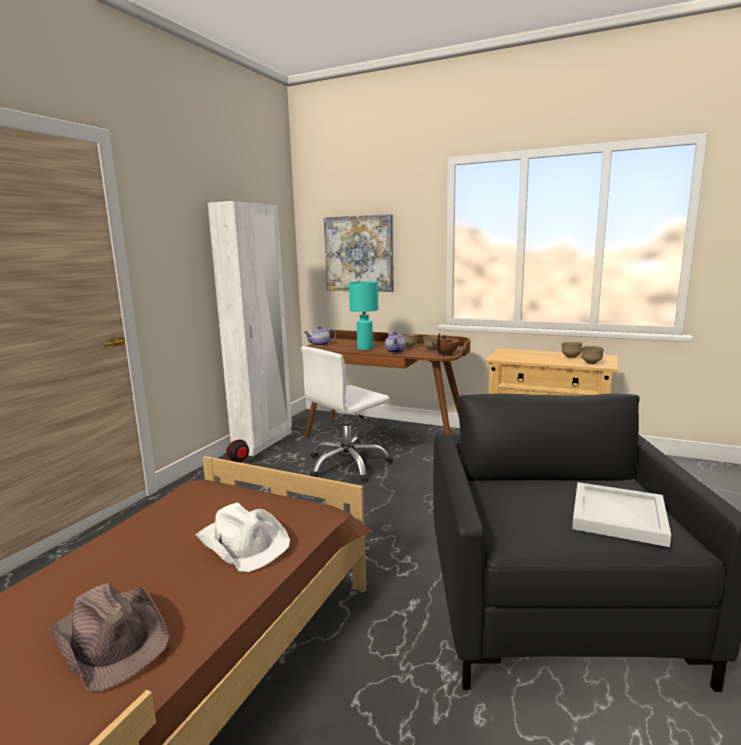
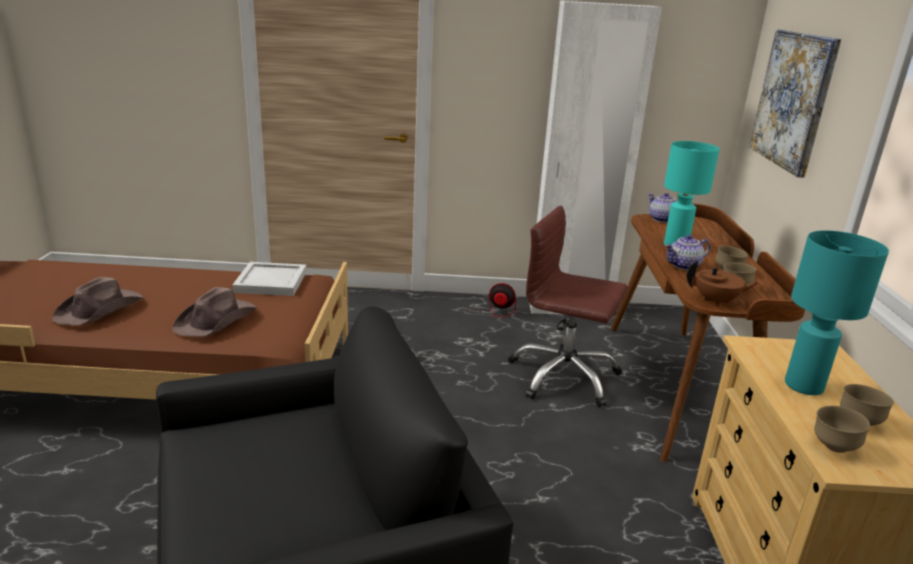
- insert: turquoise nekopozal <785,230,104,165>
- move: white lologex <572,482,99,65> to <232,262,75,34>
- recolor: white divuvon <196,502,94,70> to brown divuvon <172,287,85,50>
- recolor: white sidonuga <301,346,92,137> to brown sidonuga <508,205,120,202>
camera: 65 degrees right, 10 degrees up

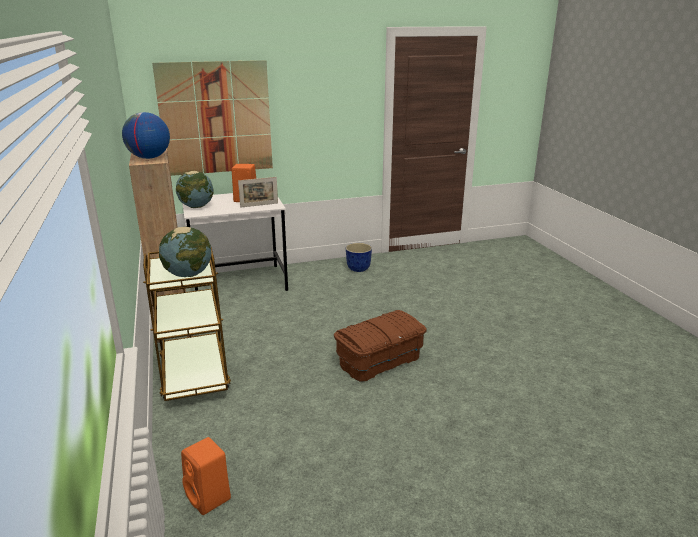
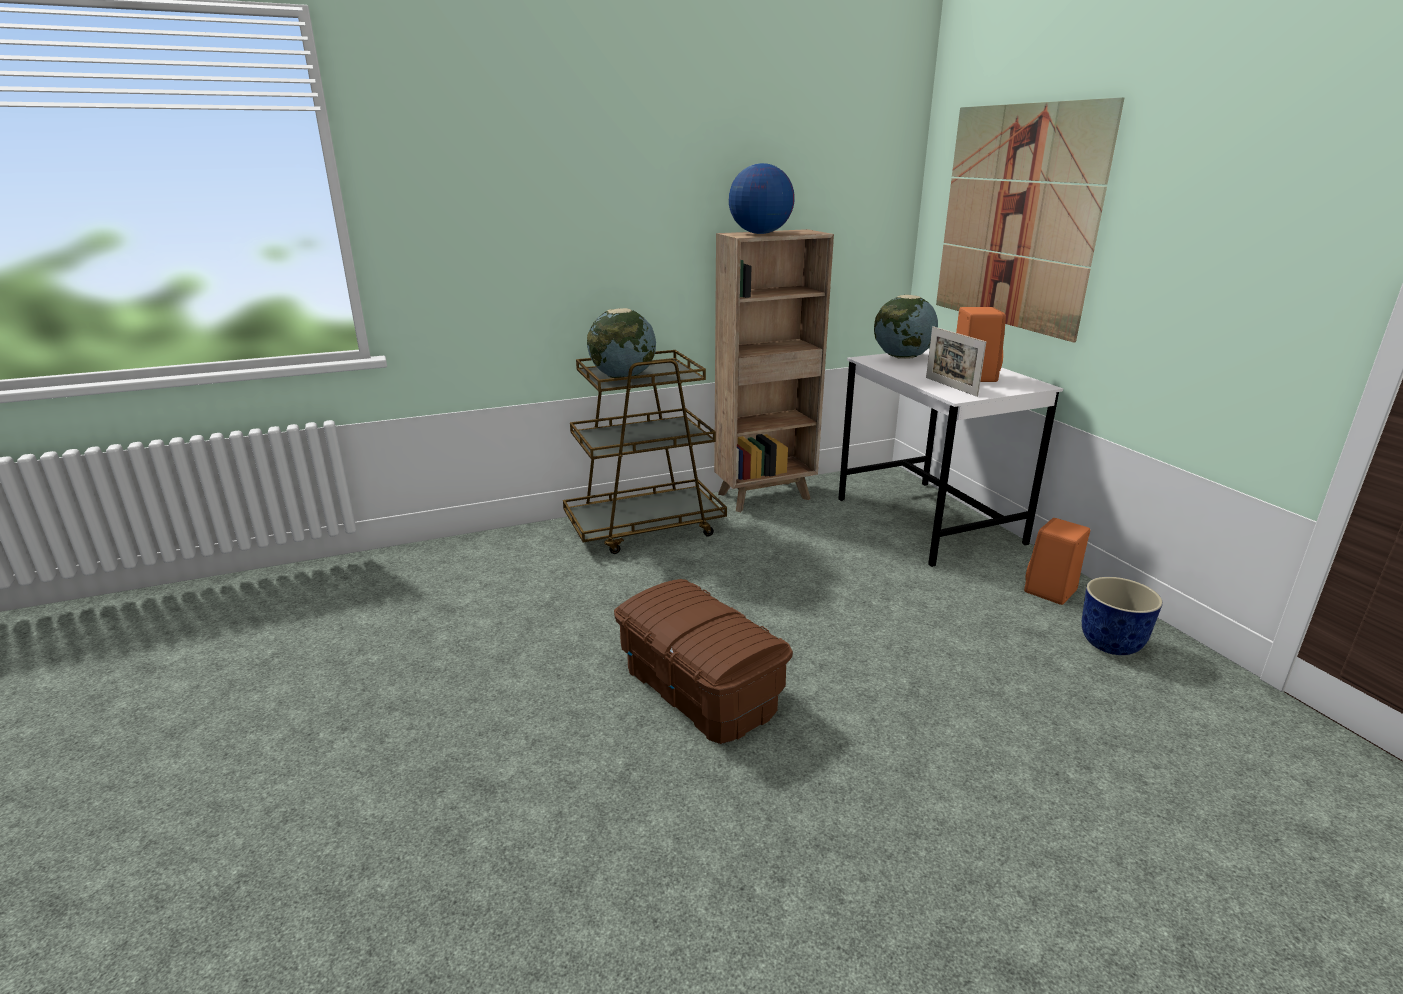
- move: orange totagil <181,437,50,78> to <1024,518,66,87>
camera: 85 degrees right, 0 degrees up

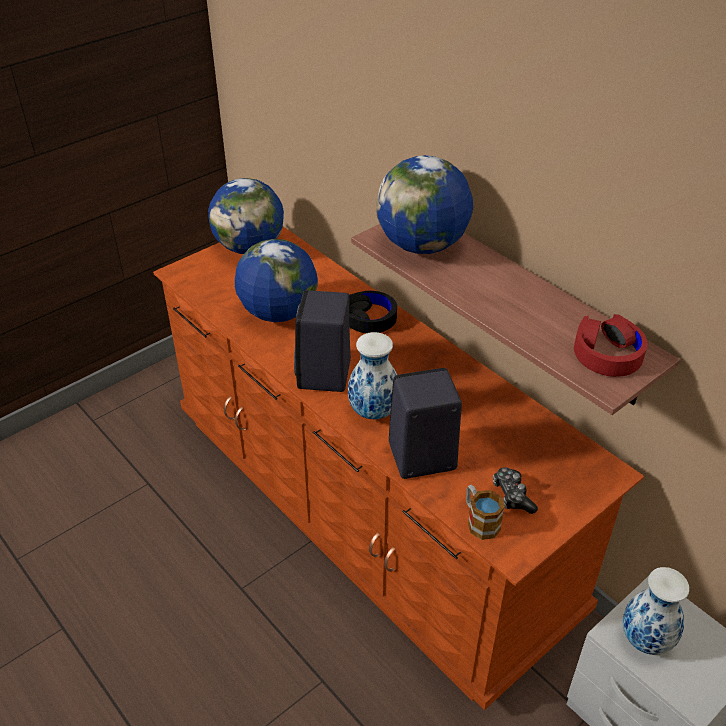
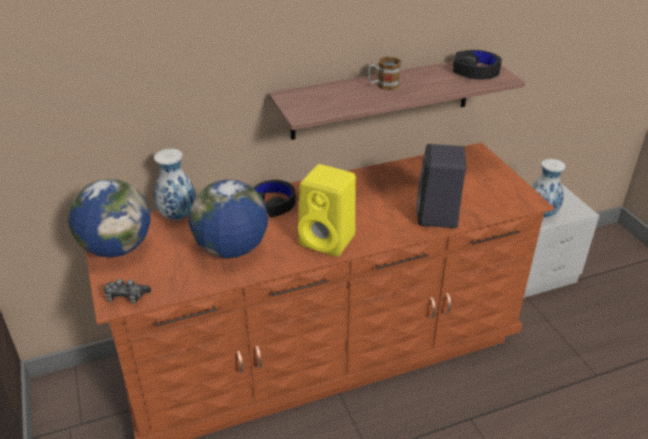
- delete: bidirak <376,155,97,99>
- move: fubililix <348,332,49,87> to <154,148,42,72>
- move: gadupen <466,485,39,55> to <368,57,33,33>
- move: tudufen <493,467,45,47> to <104,279,47,25>
- recolor: black totagil <294,290,57,102> to yellow totagil <298,164,58,93>
- recolor: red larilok <574,314,73,63> to black larilok <453,50,49,29>
camera: 70 degrees left, 5 degrees down

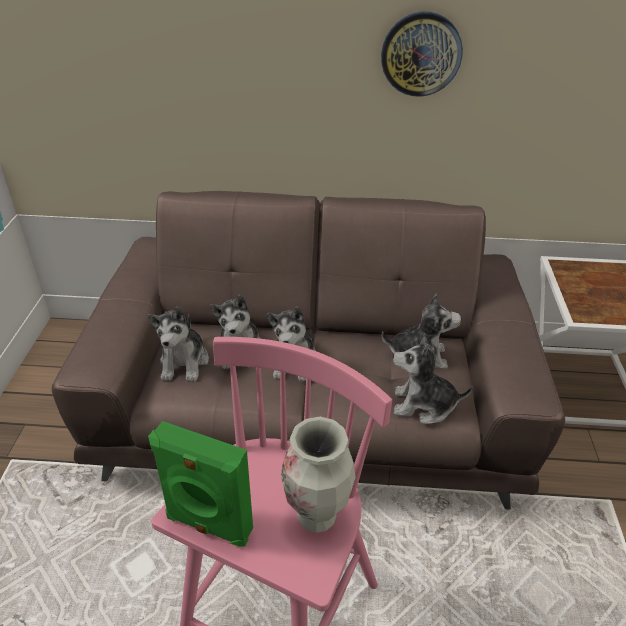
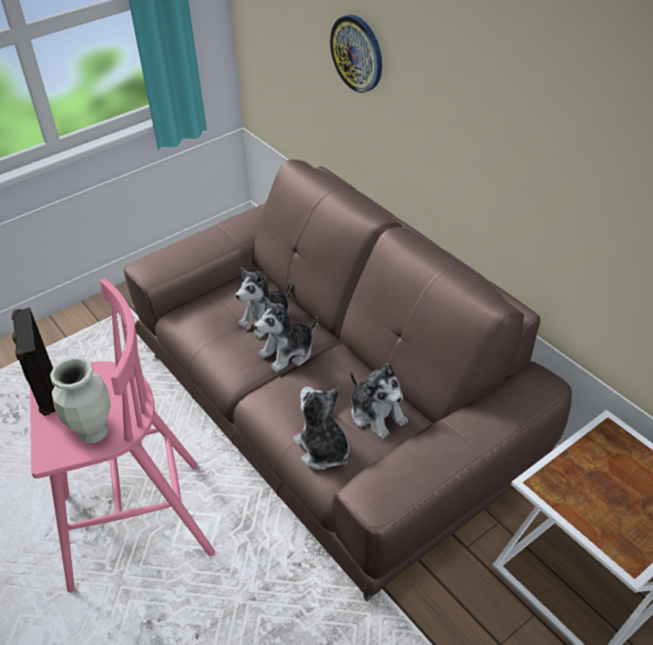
- delete: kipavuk <148,307,61,75>
- move: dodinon <381,12,82,85> to <330,15,52,78>
- recolor: green totagil <148,421,105,126> to black totagil <12,308,44,108>
camera: 50 degrees right, 5 degrees up

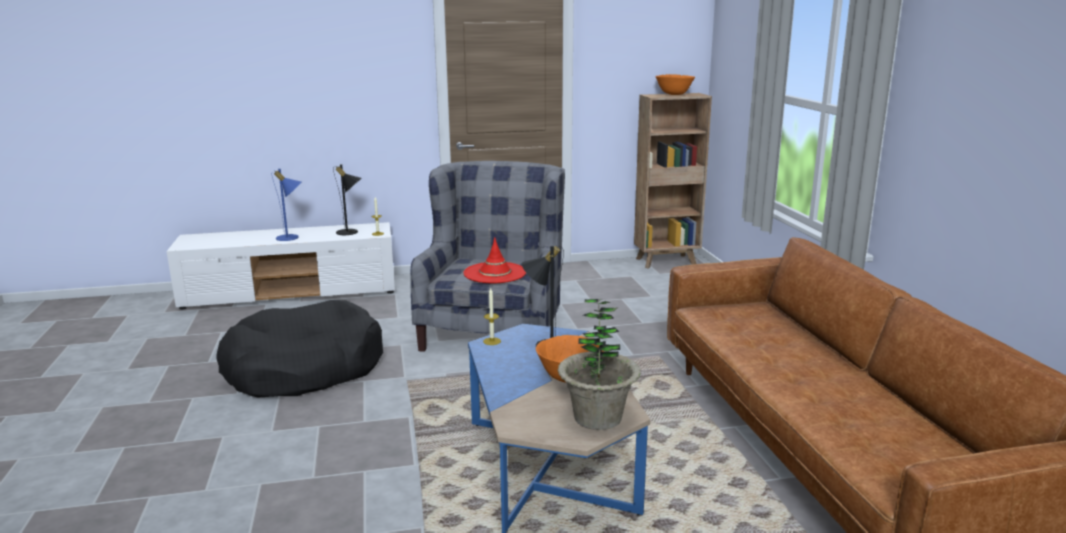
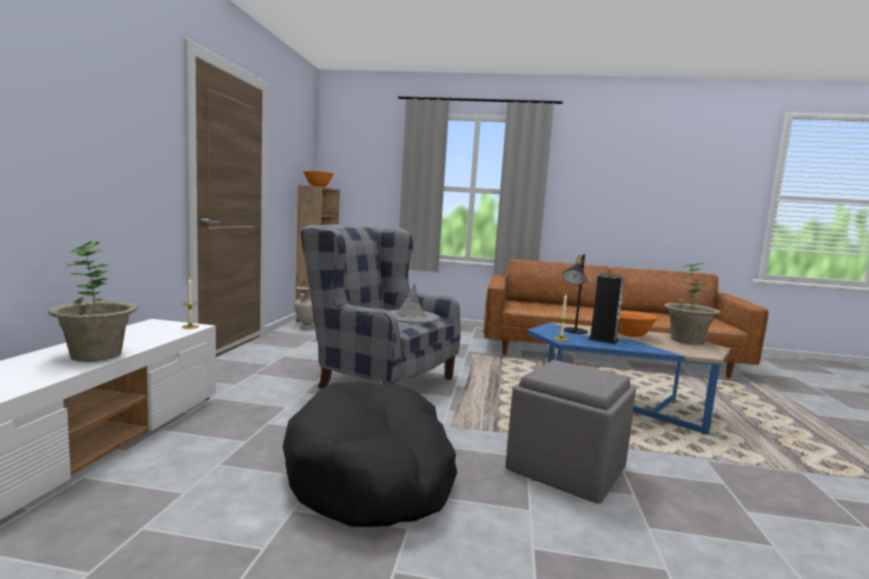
- delete: black nekopozal <333,164,28,71>
- insert: beige fubililix <294,285,20,44>
- insert: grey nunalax <505,360,131,144>
- insert: totagil <589,274,36,70>
- replace: blue nekopozal <272,168,29,73> to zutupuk <48,242,89,120>
- recolor: red divuvon <463,237,63,46> to grey divuvon <390,283,49,40>
camera: 70 degrees left, 10 degrees down

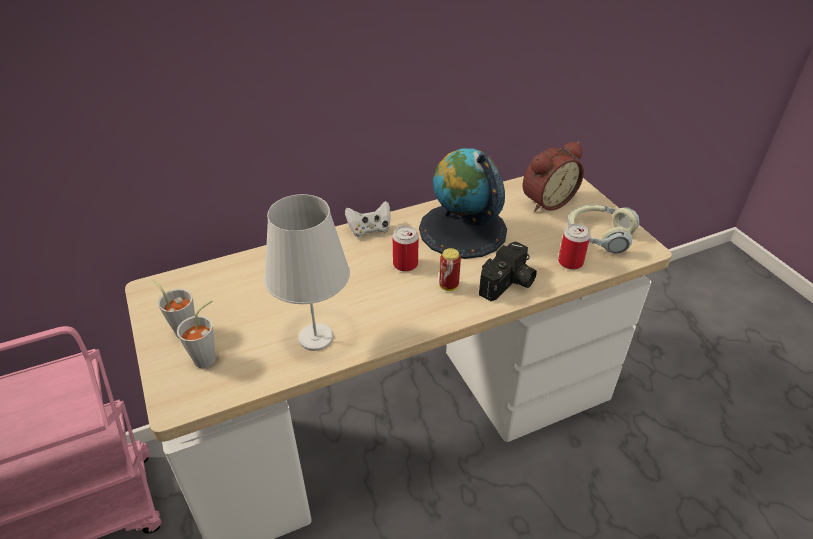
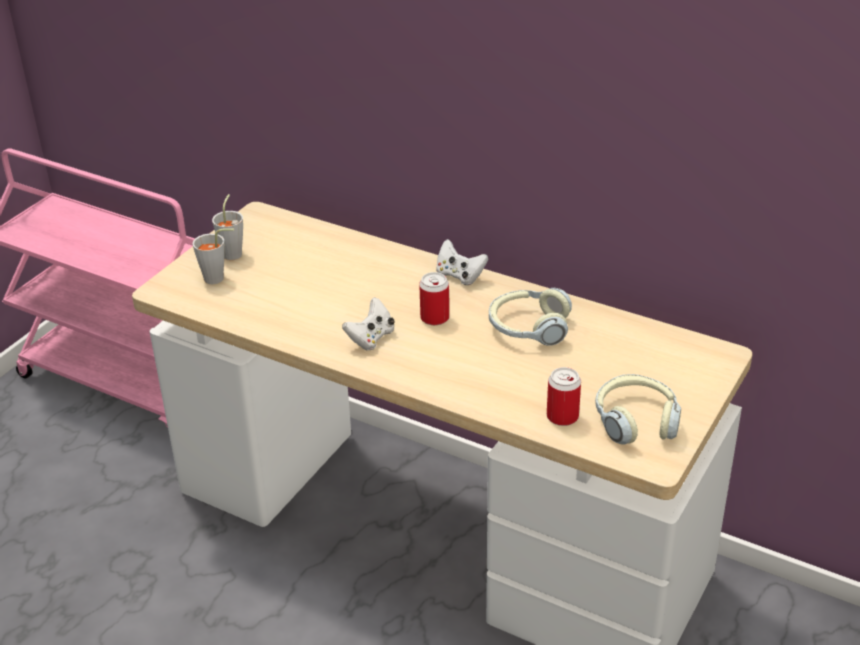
- delete: white nekopozal <264,194,86,157>
- delete: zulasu <439,248,22,43>
- delete: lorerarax <479,241,58,60>
- delete: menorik <523,142,61,70>
- insert: white tudufen <342,297,53,53>
- replace: bidirak <419,148,88,111> to larilok <489,288,83,58>
camera: 55 degrees right, 5 degrees down

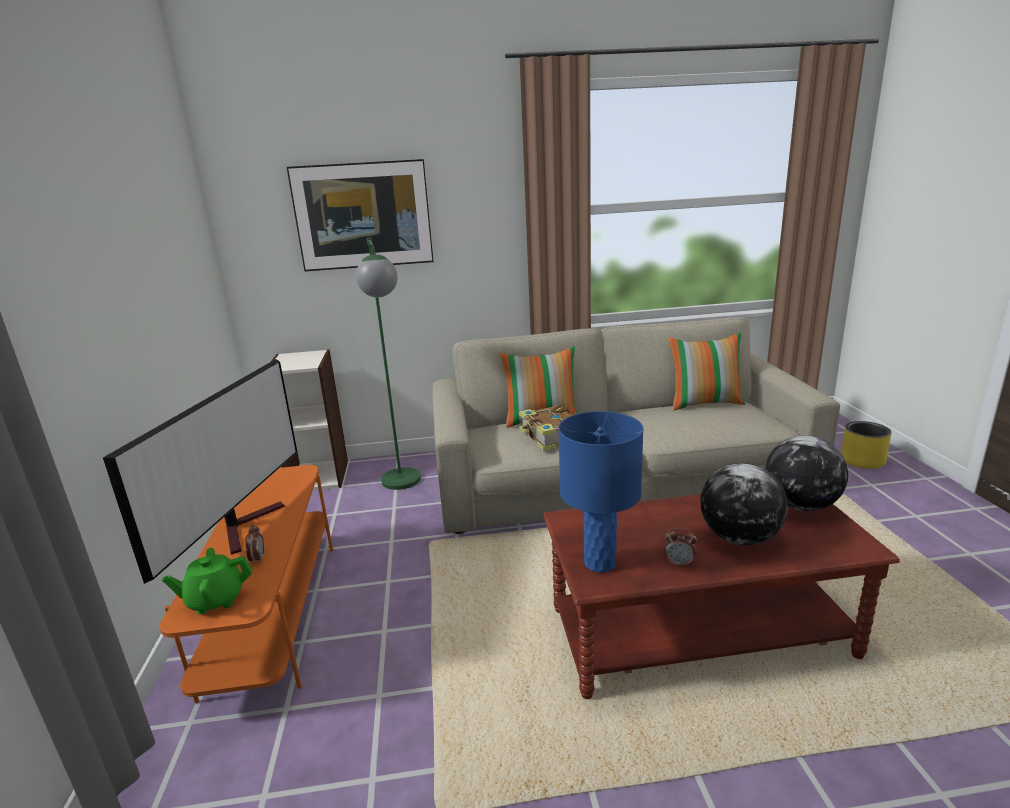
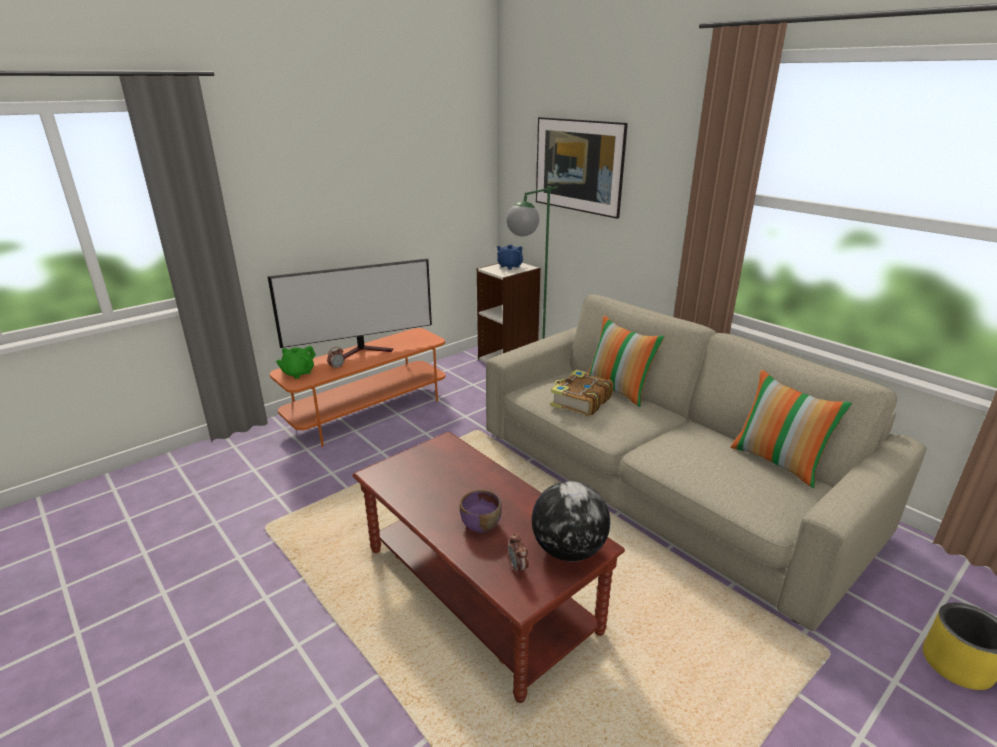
- delete: blue nekopozal <558,411,85,162>
- insert: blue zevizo <497,245,26,25>
- move: menorik <664,528,33,39> to <508,534,21,41>
- replace: bidirak <700,463,88,83> to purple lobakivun <460,490,42,43>
- rotate: green zevizo <162,548,91,67> = <276,346,40,33> 90 degrees counterclockwise
camera: 55 degrees right, 5 degrees up

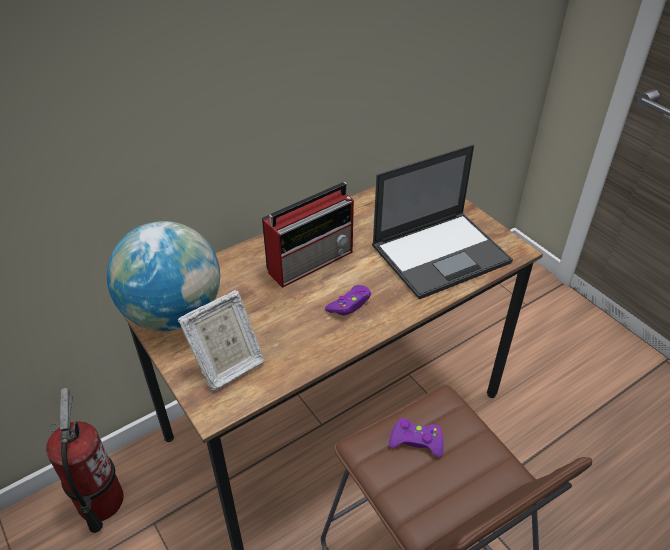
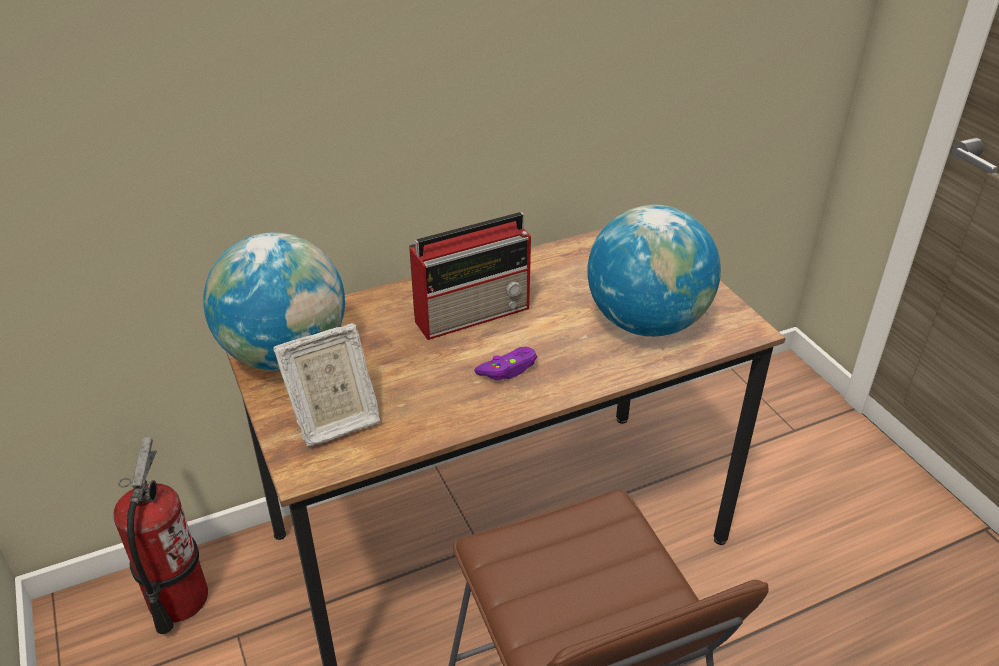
- delete: purple tudufen <389,418,55,39>
- replace: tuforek <372,144,141,156> to bidirak <587,205,134,132>
camera: 10 degrees right, 5 degrees down

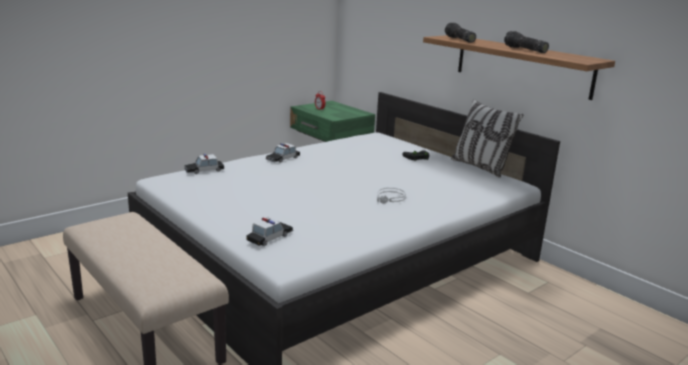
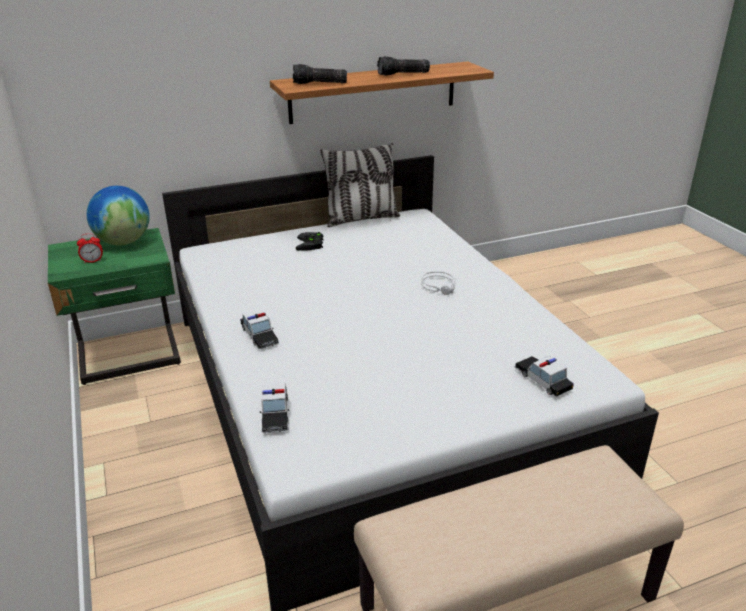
- insert: bidirak <87,186,63,59>
camera: 70 degrees left, 10 degrees up

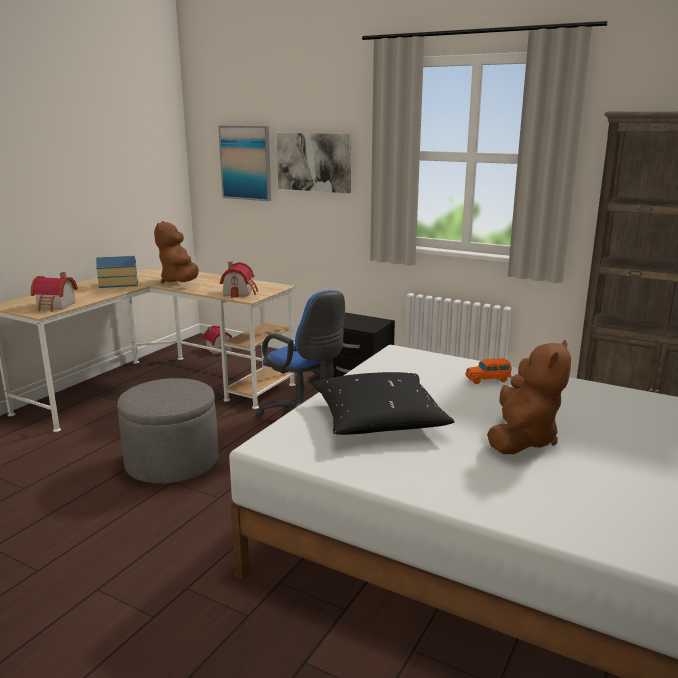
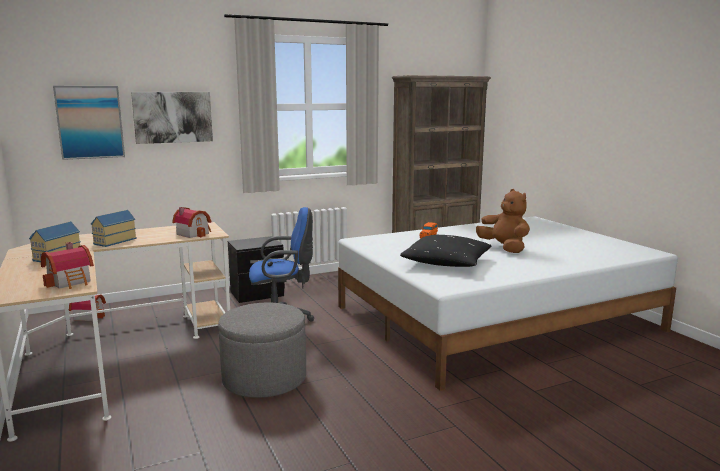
- replace: brown kipavuk <154,221,45,63> to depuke <91,210,46,37>
camera: 55 degrees left, 5 degrees down

